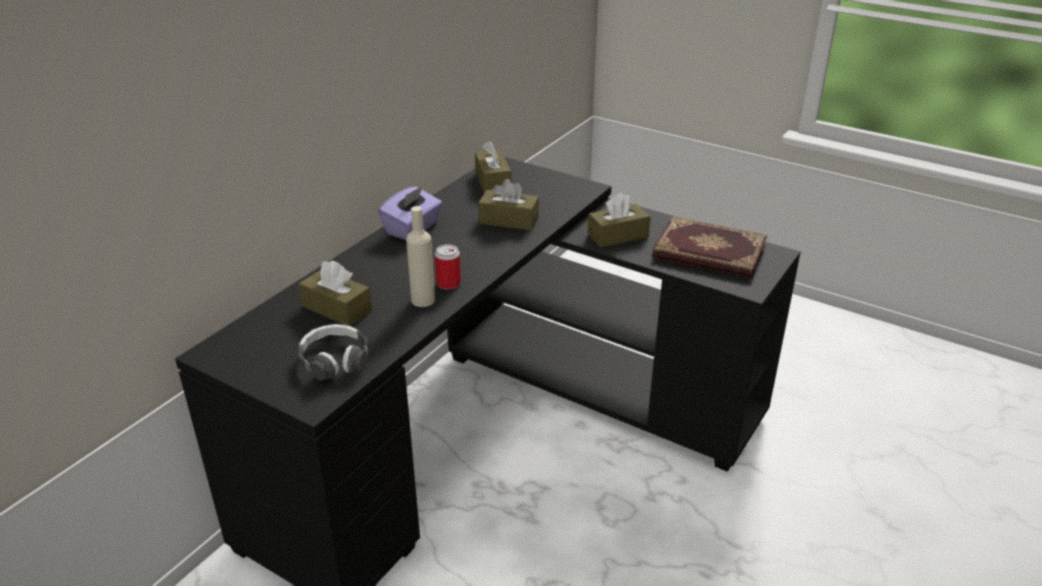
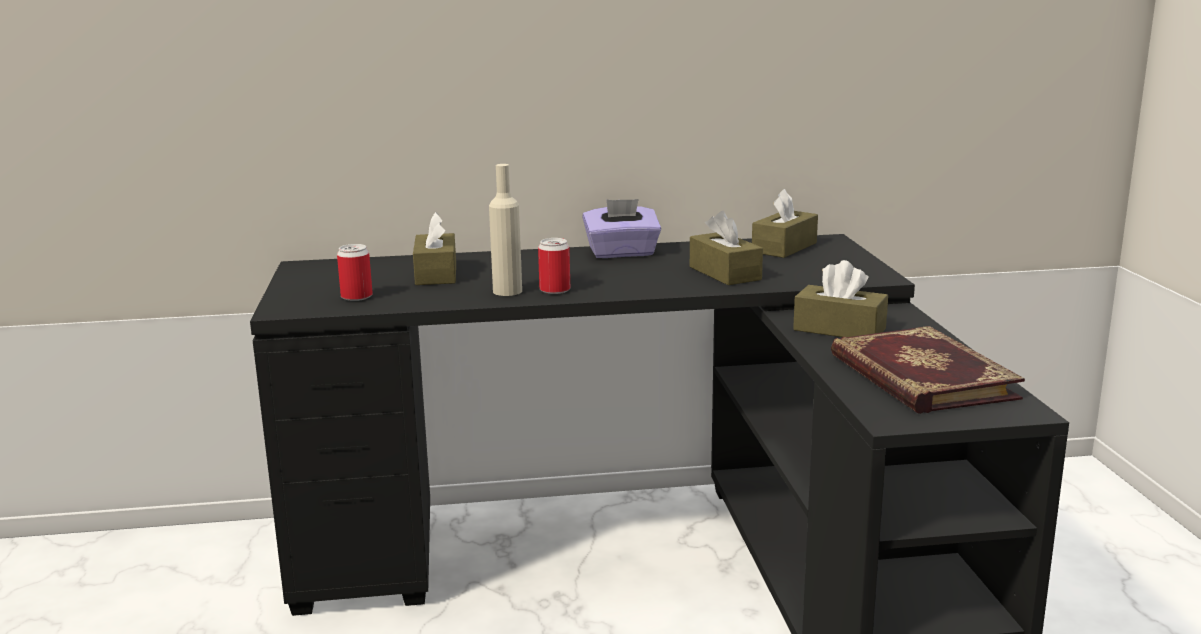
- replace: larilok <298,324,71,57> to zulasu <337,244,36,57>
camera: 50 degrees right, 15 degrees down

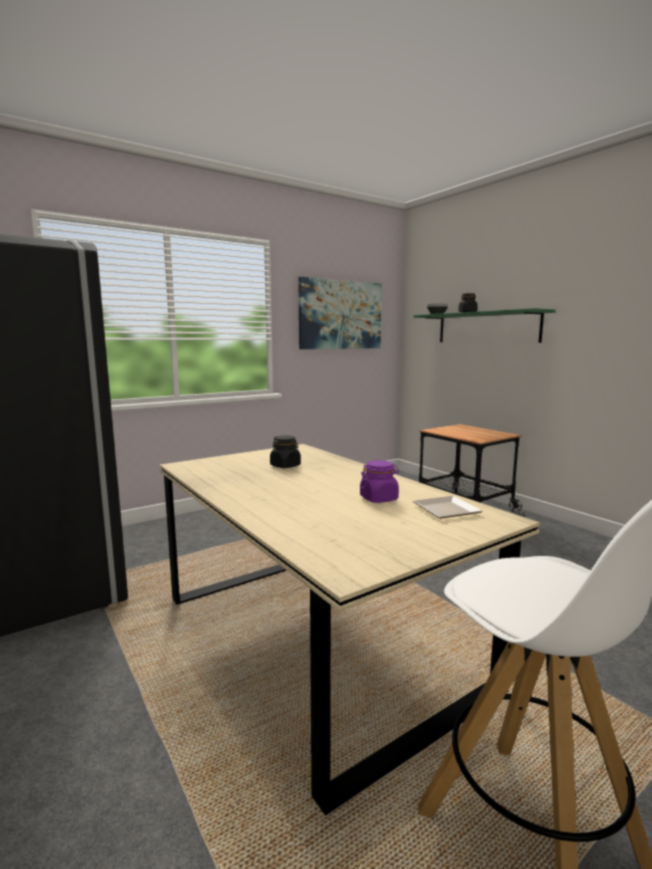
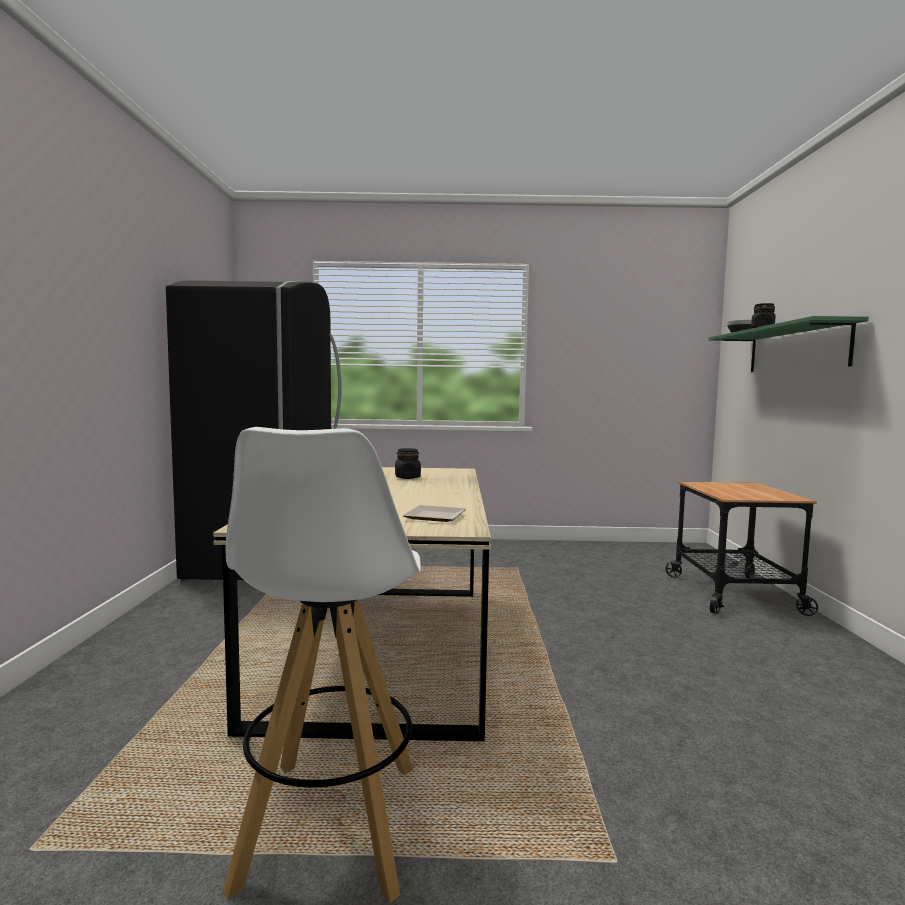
- delete: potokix <298,277,84,72>
- delete: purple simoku <360,460,39,43>
camera: 35 degrees right, 5 degrees down

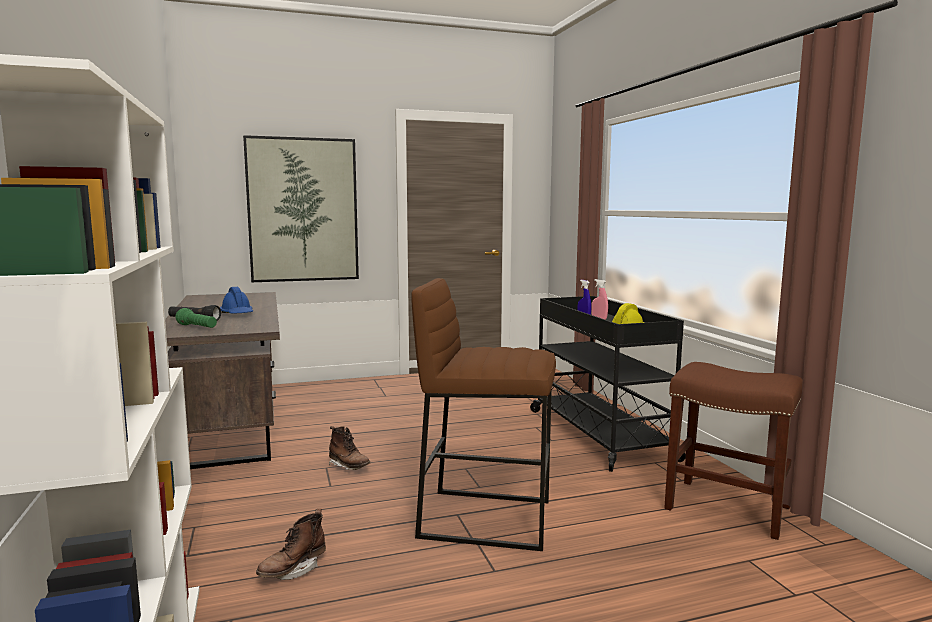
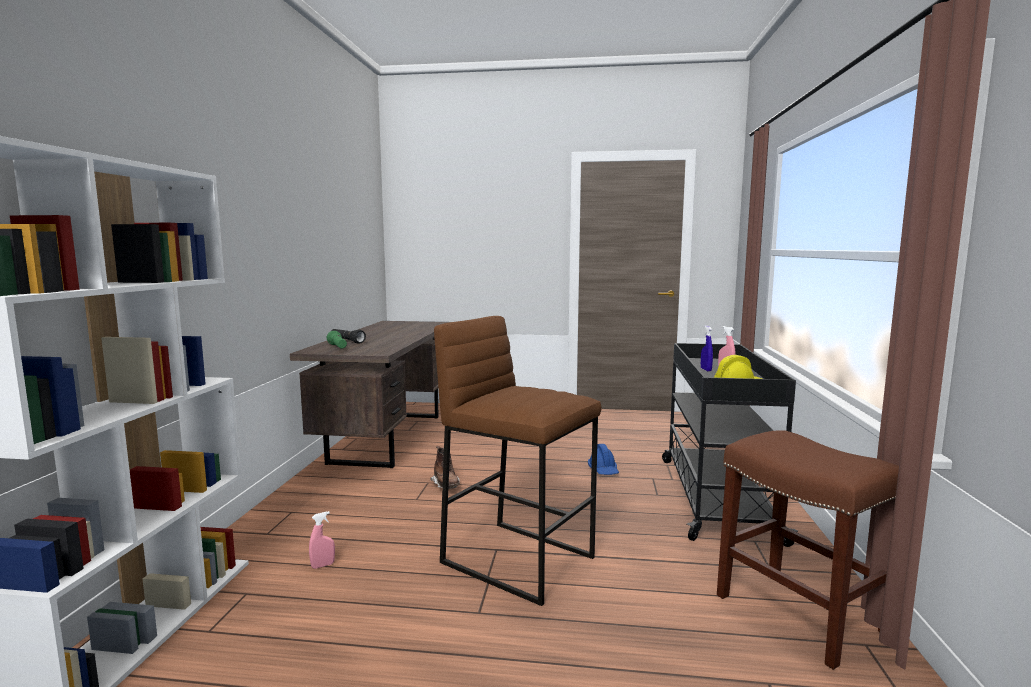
- delete: potokix <243,135,116,148>
- move: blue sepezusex <220,287,33,27> to <588,444,31,31>
- replace: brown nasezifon <256,509,70,71> to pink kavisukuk <309,511,26,58>
camera: 25 degrees right, 0 degrees up

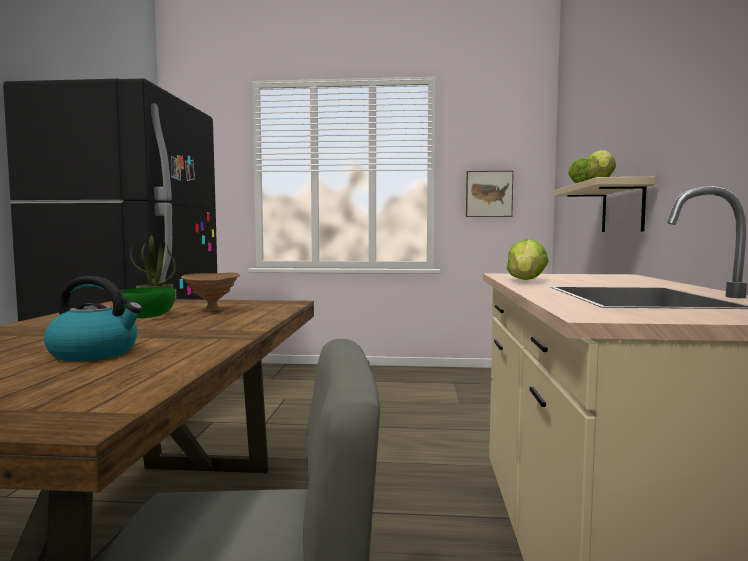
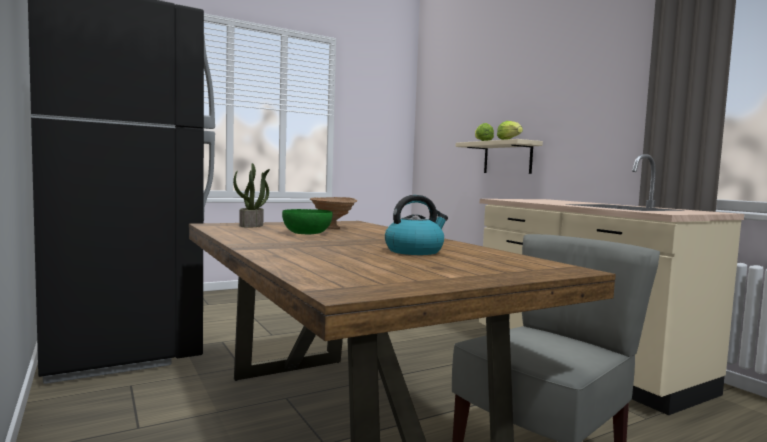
- delete: potokix <466,171,48,46>
- delete: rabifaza <507,239,41,41>
camera: 35 degrees left, 0 degrees up

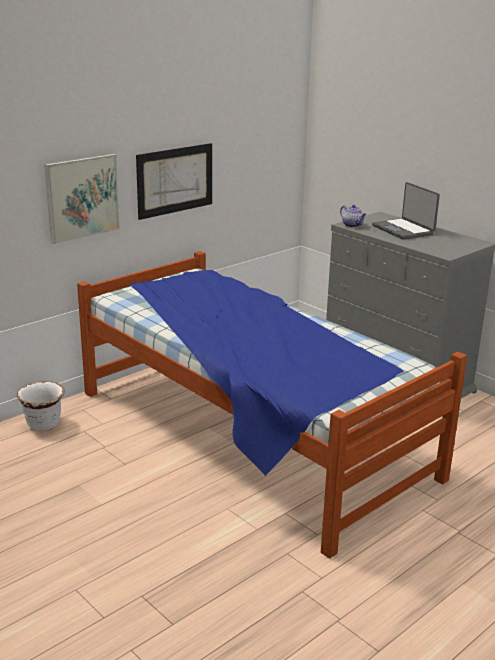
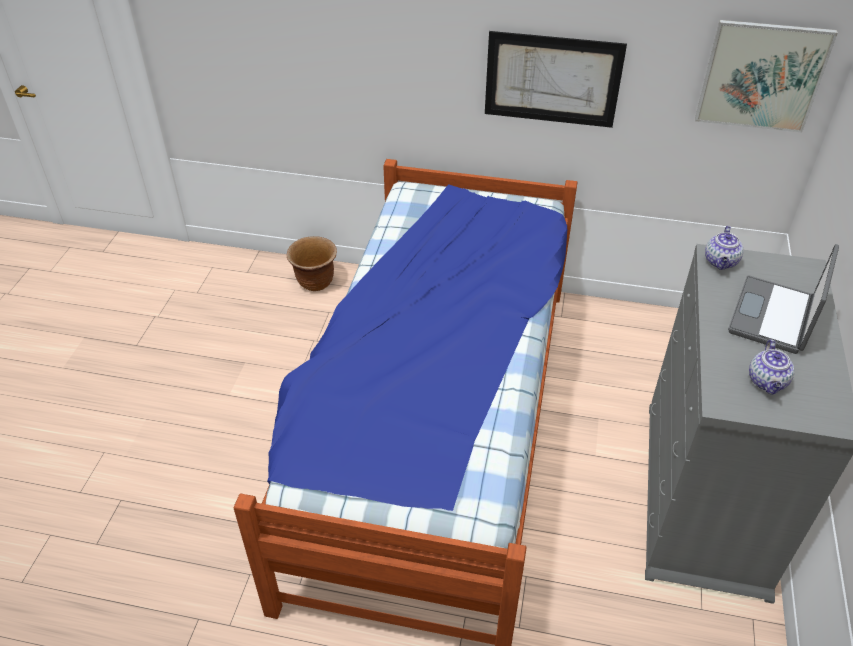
- insert: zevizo <749,340,45,55>
- move: potokix <45,154,75,90> to <695,20,143,113>
- recolor: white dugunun <17,381,48,50> to brown dugunun <287,236,50,55>
camera: 55 degrees right, 20 degrees up

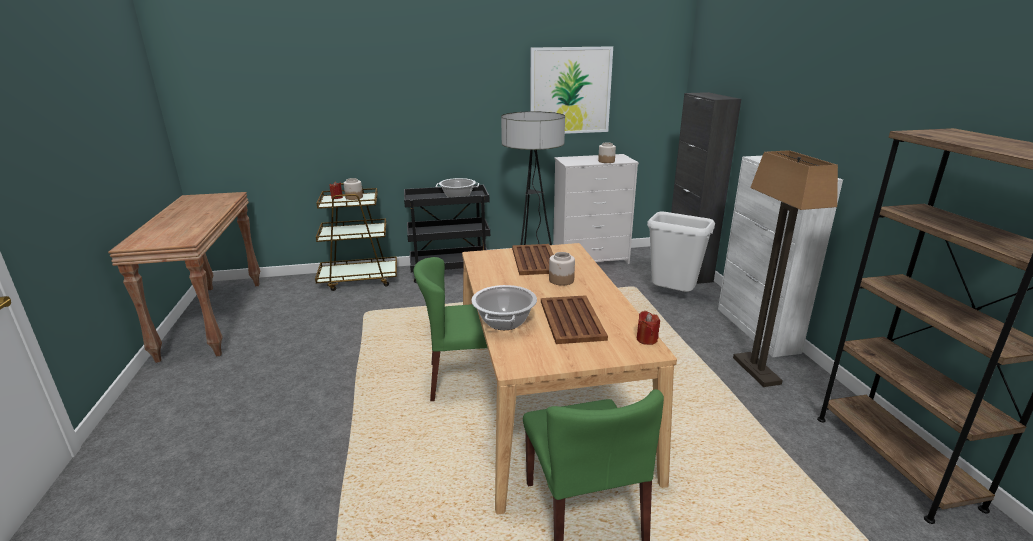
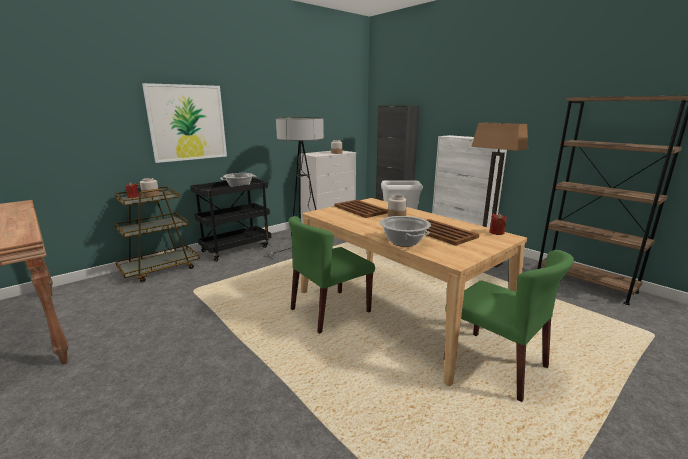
- move: potokix <530,46,83,88> to <142,83,85,80>
camera: 30 degrees left, 5 degrees down

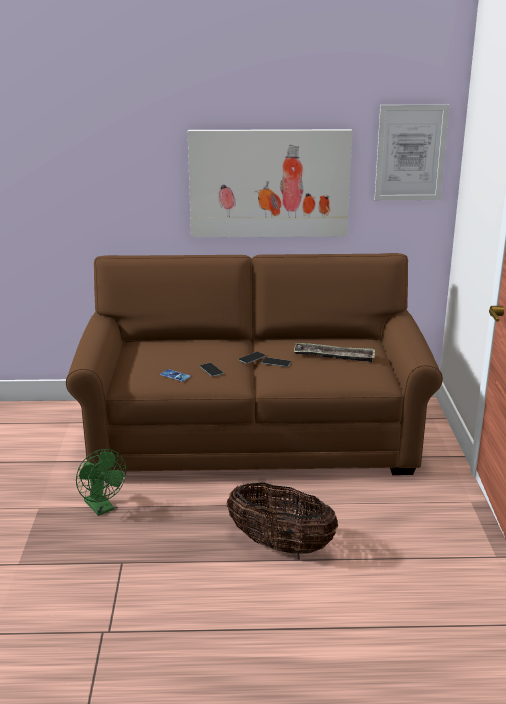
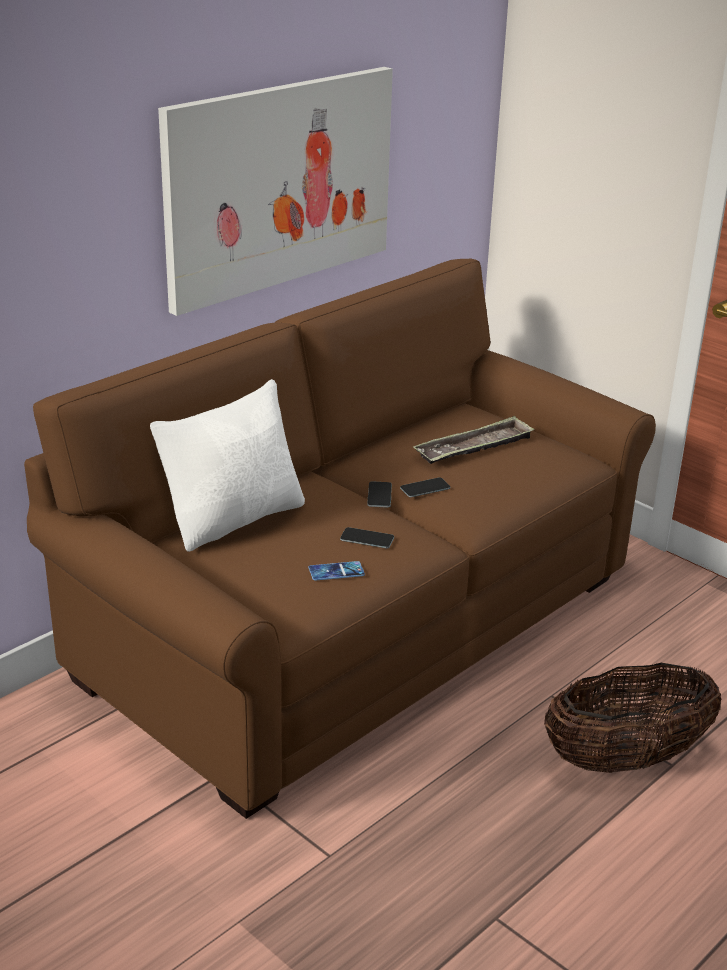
- delete: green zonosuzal <76,449,50,67>
- delete: potokix <375,105,74,95>
- insert: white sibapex <150,379,155,173>
camera: 45 degrees left, 5 degrees up

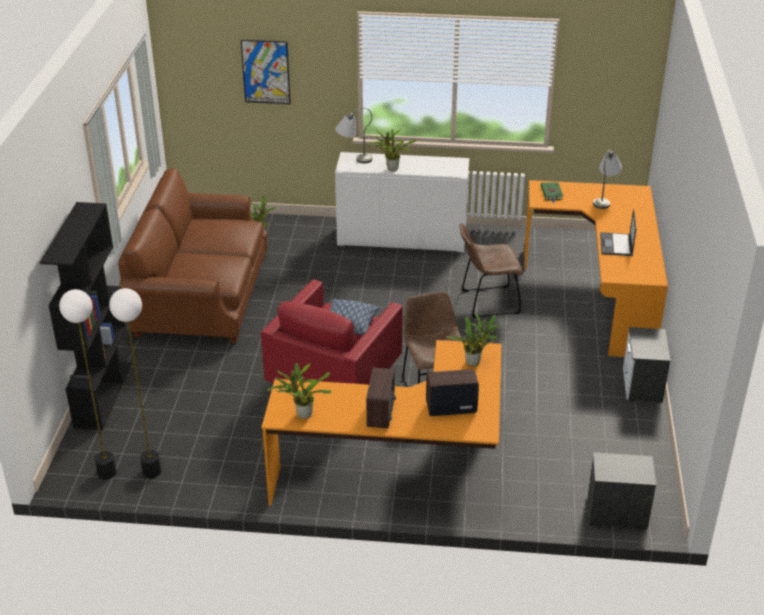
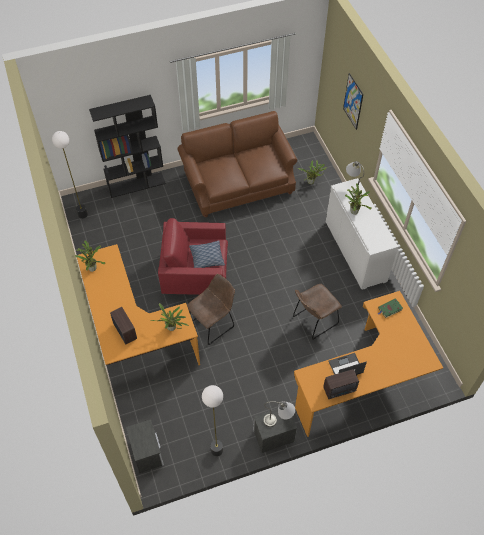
- move: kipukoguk <109,288,52,190> to <202,385,21,71>
- move: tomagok <366,368,30,60> to <323,369,36,30>
- move: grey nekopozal <593,150,29,59> to <264,401,31,26>
- rotate: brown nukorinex <460,223,63,95> = <293,284,49,56> 90 degrees counterclockwise
camera: 65 degrees right, 20 degrees up

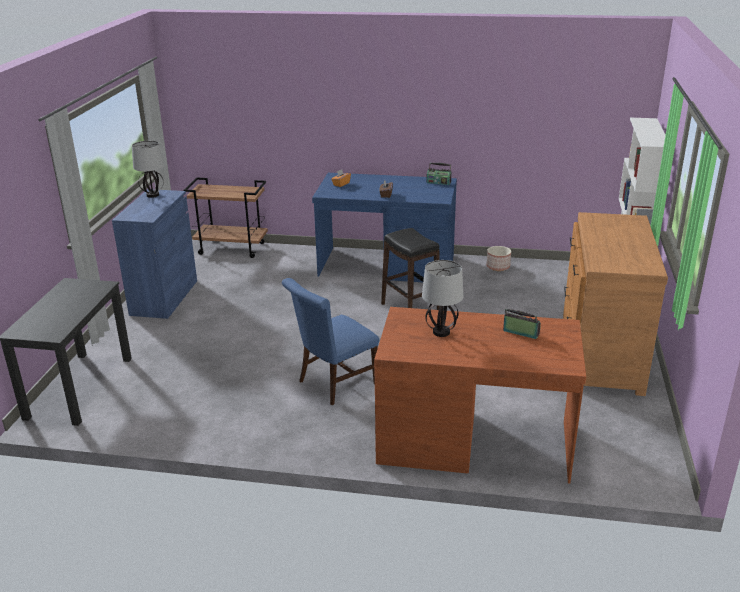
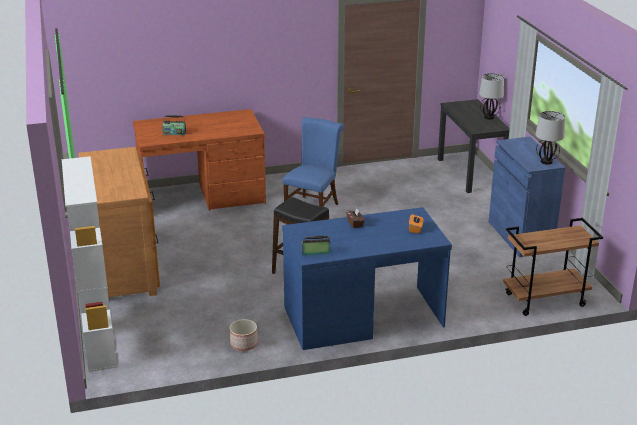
- move: nekopozal <422,260,42,77> to <479,73,25,46>
camera: 155 degrees right, 0 degrees up

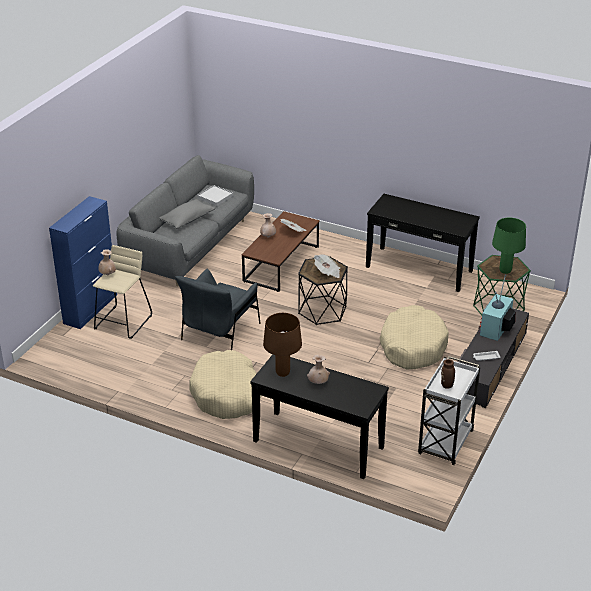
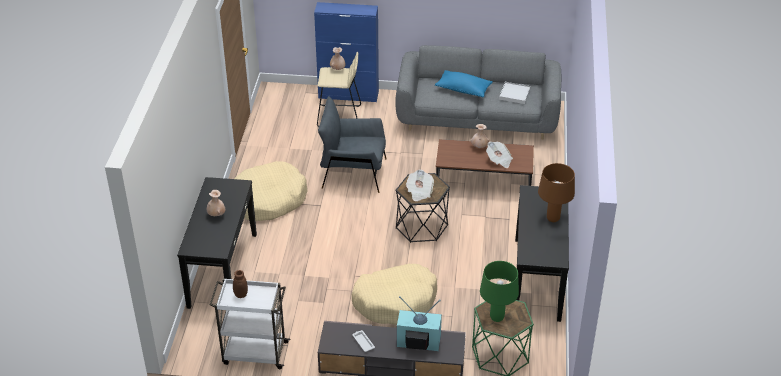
- move: brown nekopozal <263,313,39,64> to <538,163,37,59>
- recolor: grey sibapex <159,199,56,30> to blue sibapex <435,70,58,28>
camera: 70 degrees right, 5 degrees up

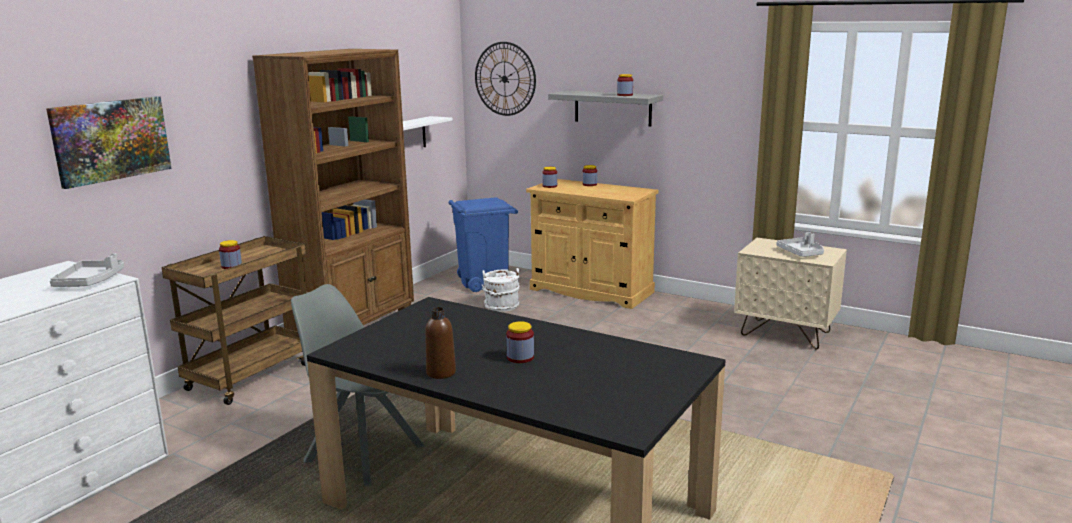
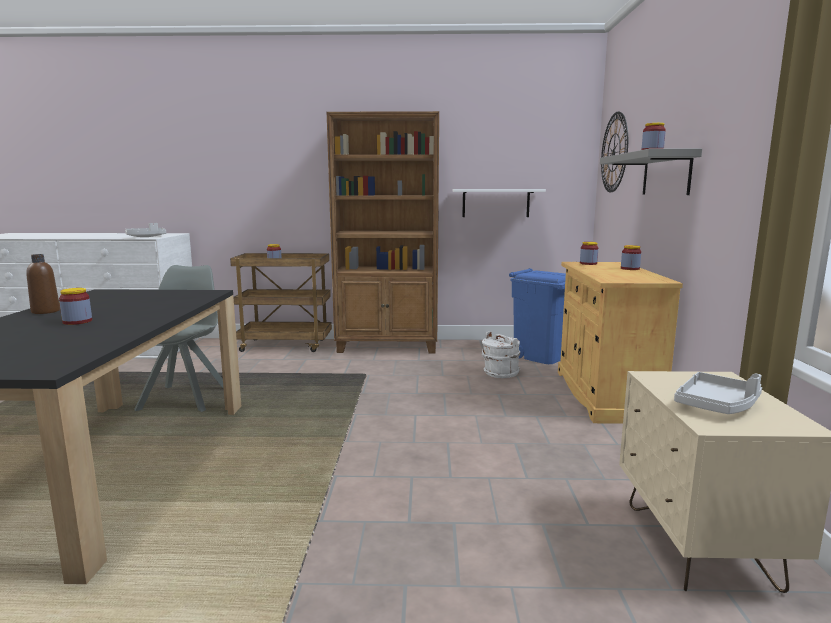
- delete: potokix <46,96,126,93>
camera: 60 degrees right, 5 degrees down

